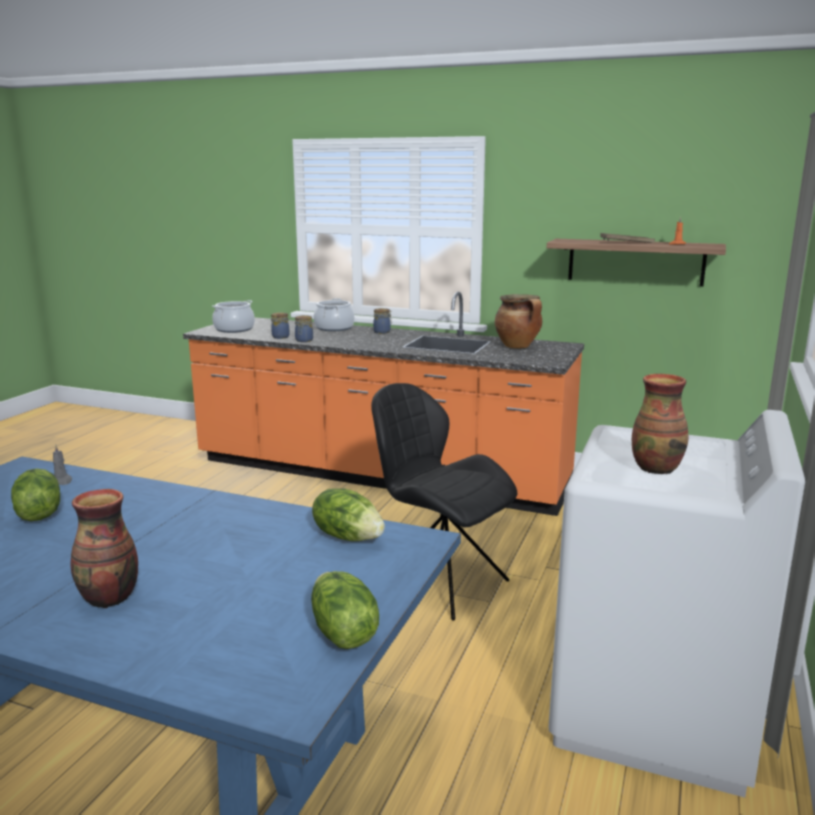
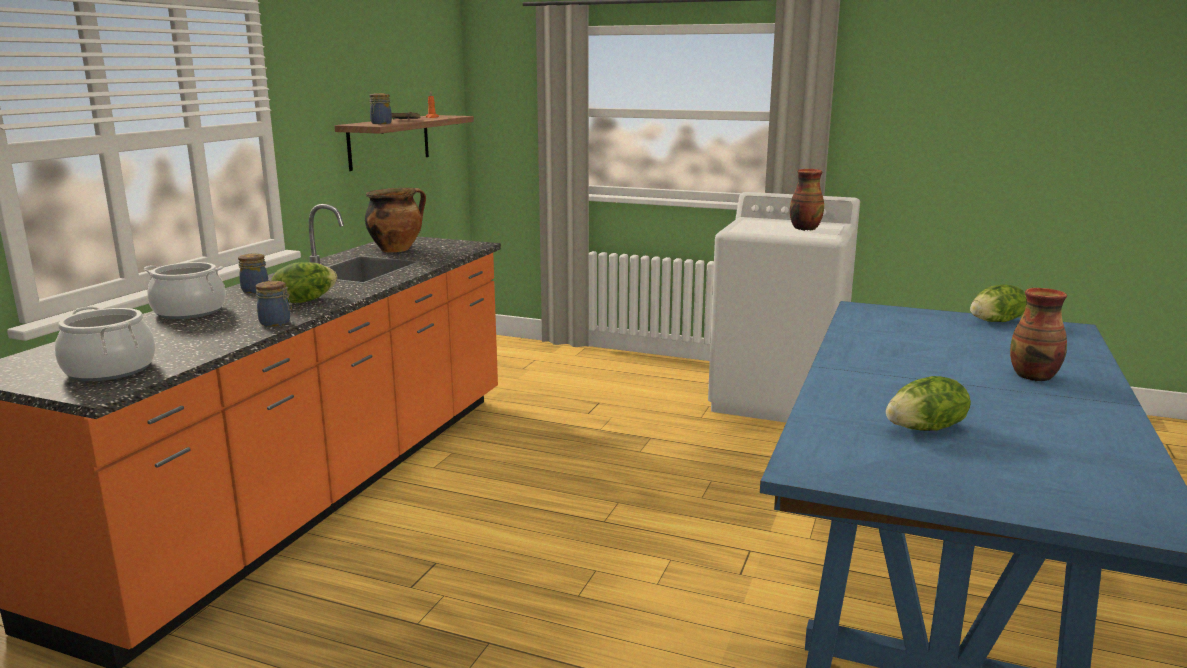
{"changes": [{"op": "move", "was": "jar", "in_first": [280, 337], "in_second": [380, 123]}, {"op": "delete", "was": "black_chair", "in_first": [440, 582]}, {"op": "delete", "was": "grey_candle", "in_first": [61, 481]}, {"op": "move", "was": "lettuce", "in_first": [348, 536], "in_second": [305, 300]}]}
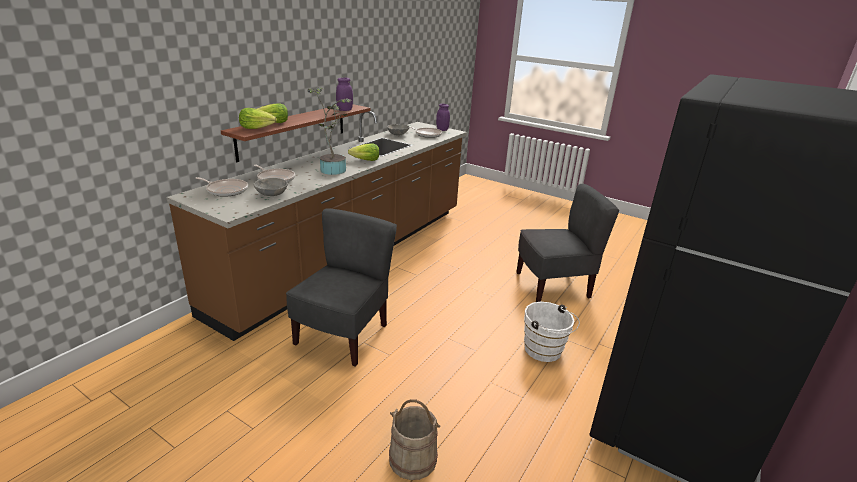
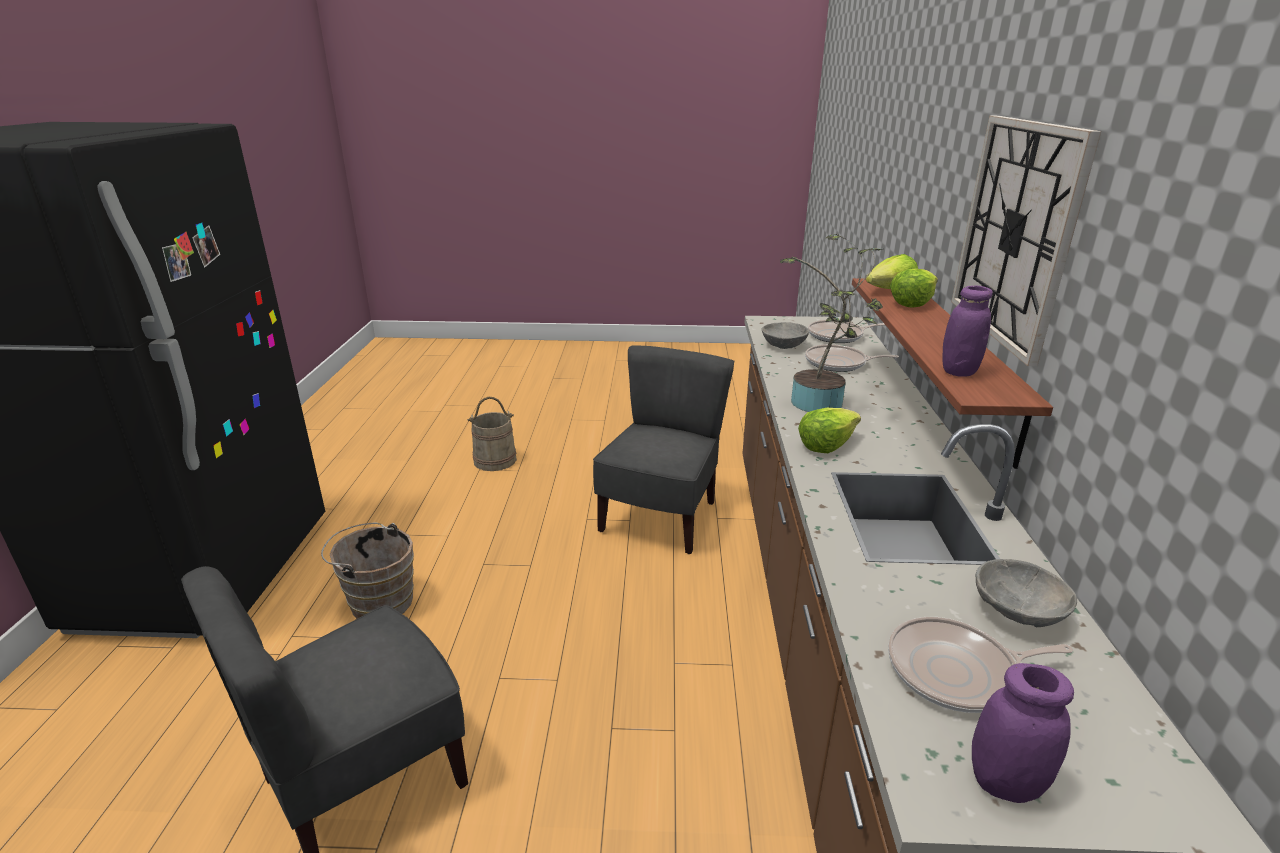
{"changes": [{"op": "rotate", "was": "grey_chair", "in_first": [343, 335], "in_second": [660, 517], "clockwise": -150}, {"op": "recolor", "was": "white_bucket", "now": "brown_bucket", "in_first": [545, 351], "in_second": [378, 601]}, {"op": "insert", "now": "wall_clock", "in_second": [1016, 233]}]}
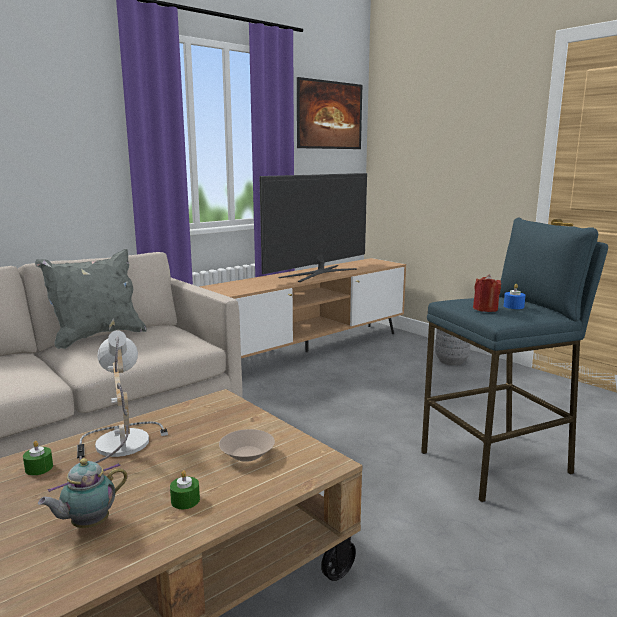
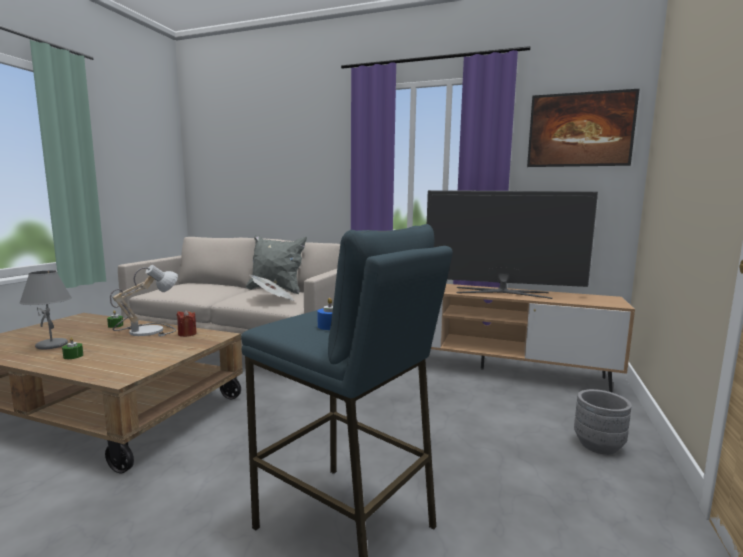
{"changes": [{"op": "move", "was": "red_candle", "in_first": [485, 309], "in_second": [187, 334]}, {"op": "delete", "was": "beige_bowl", "in_first": [247, 455]}, {"op": "replace", "was": "teapot", "now": "grey_table_lamp", "in_first": [88, 525], "in_second": [52, 345]}, {"op": "insert", "now": "newspaper", "in_second": [273, 299]}]}
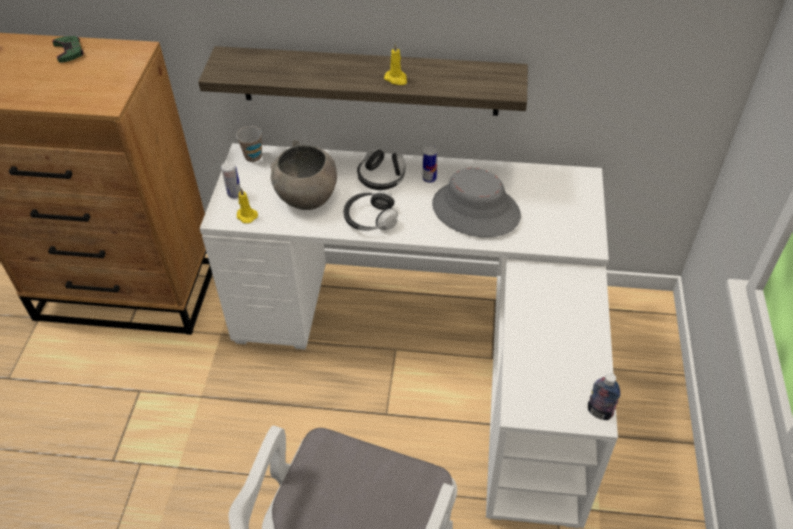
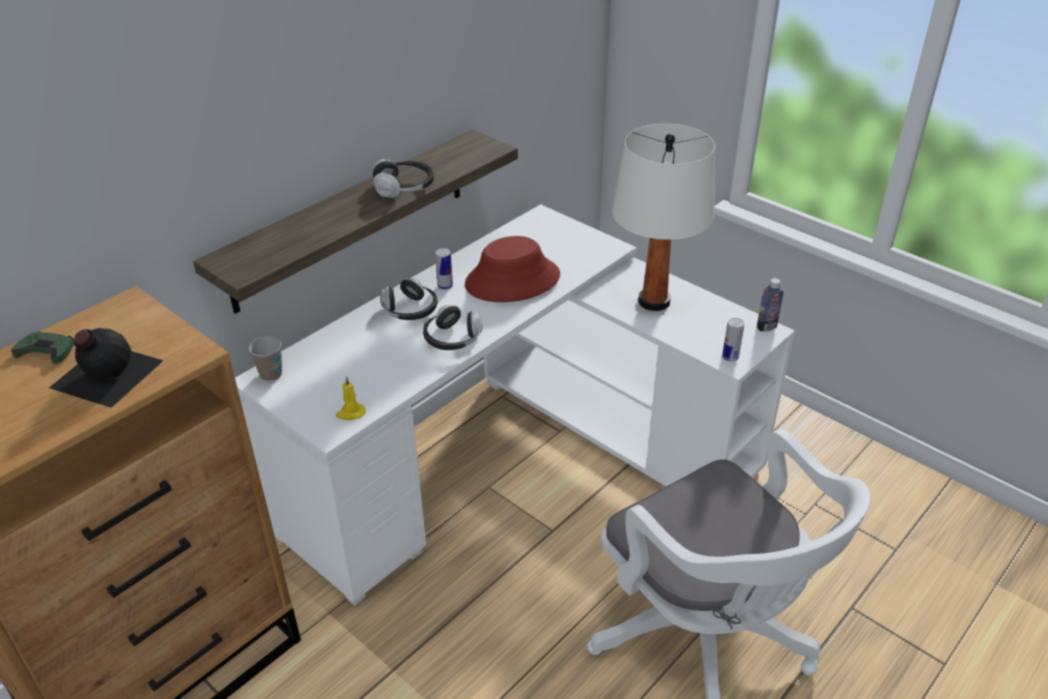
{"changes": [{"op": "replace", "was": "yellow_candle", "now": "headphones", "in_first": [396, 79], "in_second": [404, 188]}, {"op": "delete", "was": "grey_bowl", "in_first": [306, 198]}, {"op": "move", "was": "can", "in_first": [234, 194], "in_second": [730, 357]}, {"op": "recolor", "was": "grey_hat", "now": "red_hat", "in_first": [475, 210], "in_second": [512, 280]}, {"op": "insert", "now": "white_table_lamp", "in_second": [654, 301]}, {"op": "insert", "now": "black_bottle", "in_second": [105, 374]}]}
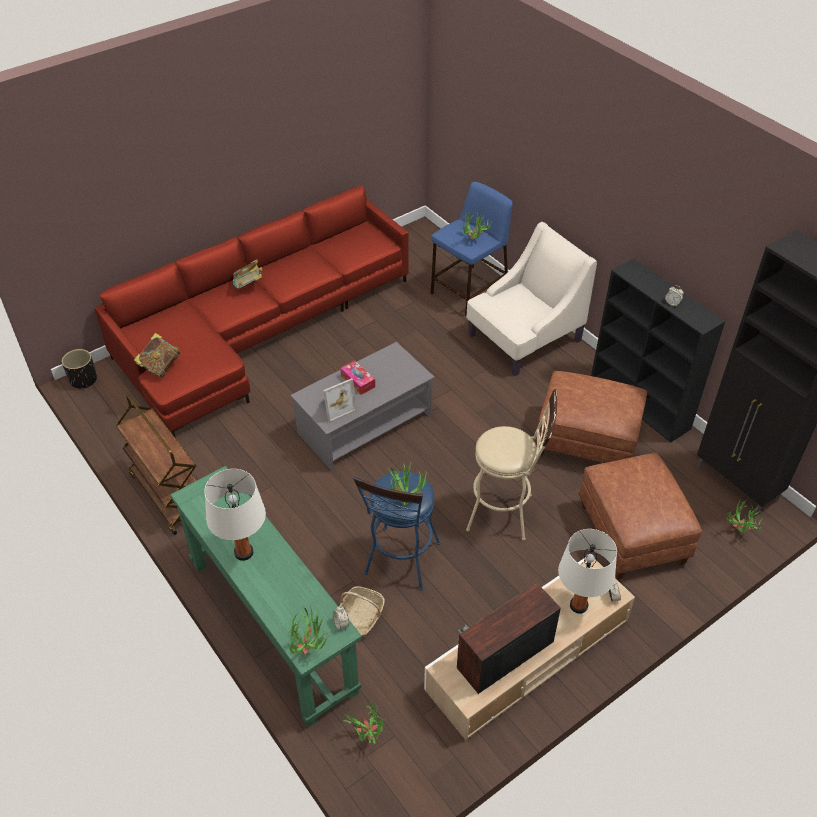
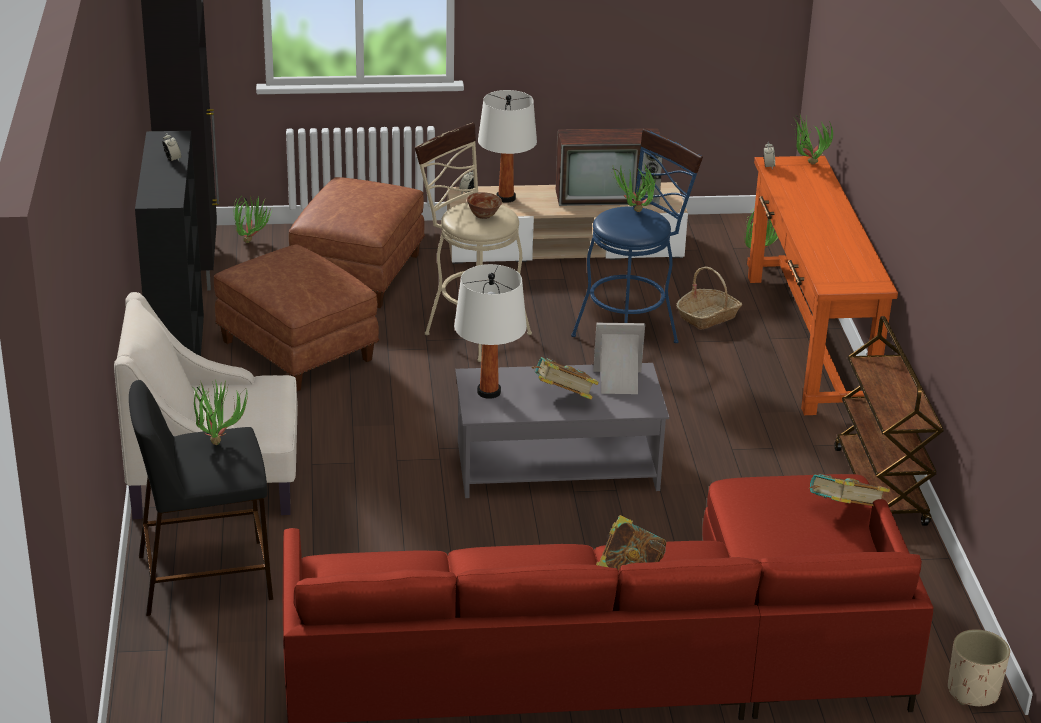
{"changes": [{"op": "recolor", "was": "blue_stool", "now": "black_stool", "in_first": [469, 291], "in_second": [207, 576]}, {"op": "recolor", "was": "black_planter", "now": "beige_planter", "in_first": [83, 380], "in_second": [973, 691]}, {"op": "replace", "was": "tissue_box", "now": "book", "in_first": [358, 381], "in_second": [563, 398]}, {"op": "recolor", "was": "green_console_table", "now": "orange_console_table", "in_first": [272, 625], "in_second": [807, 341]}, {"op": "move", "was": "white_table_lamp", "in_first": [243, 552], "in_second": [489, 392]}, {"op": "insert", "now": "bowl", "in_second": [483, 215]}]}
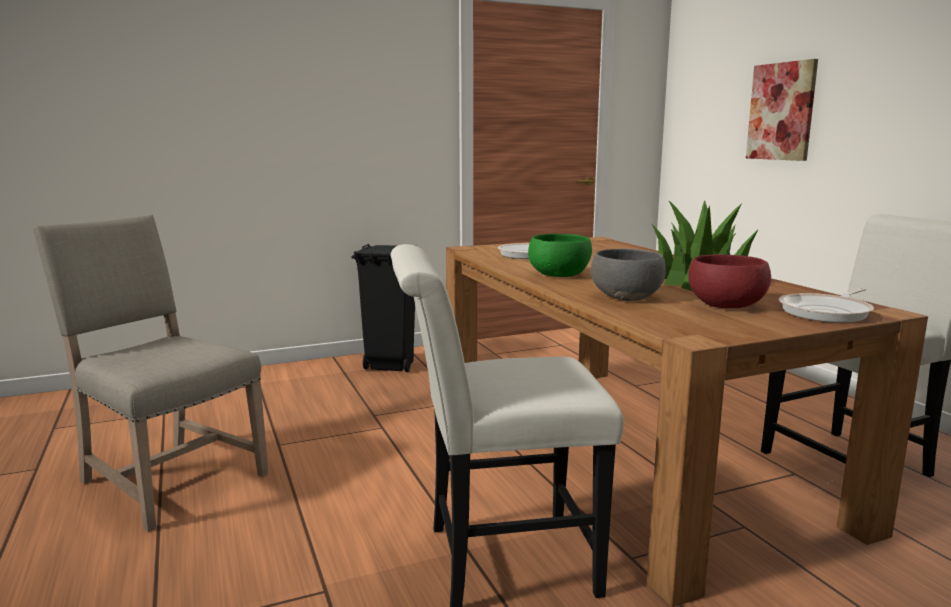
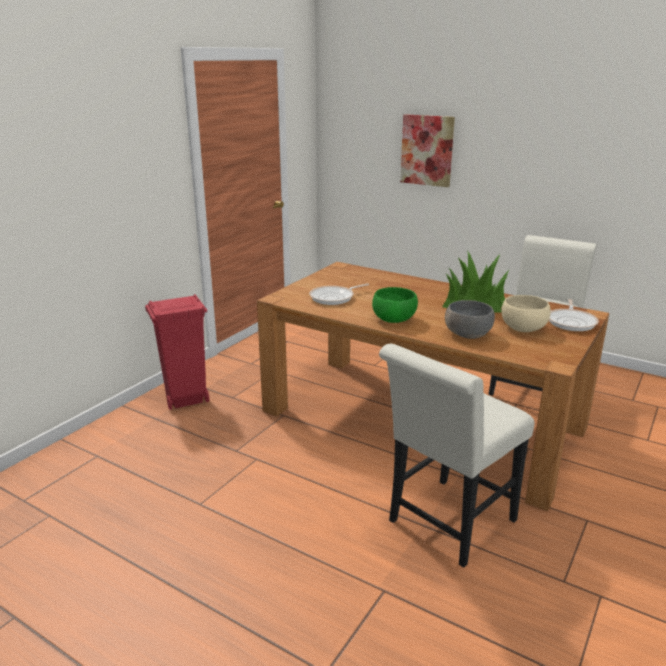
{"changes": [{"op": "delete", "was": "beige_chair", "in_first": [167, 478]}, {"op": "recolor", "was": "black_trash_can", "now": "red_trash_can", "in_first": [389, 366], "in_second": [185, 400]}, {"op": "recolor", "was": "red_bowl", "now": "beige_bowl", "in_first": [726, 305], "in_second": [523, 328]}]}
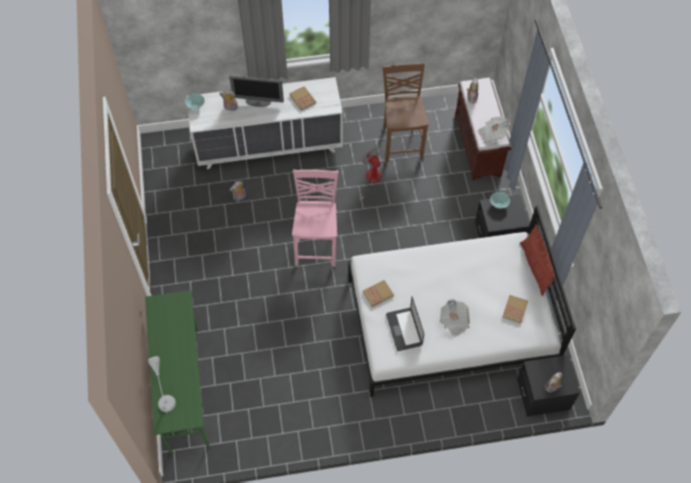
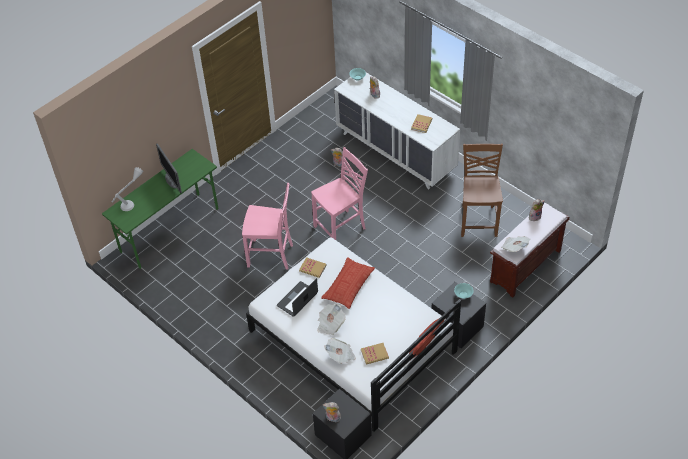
{"changes": [{"op": "rotate", "was": "brown_chair", "in_first": [402, 142], "in_second": [478, 220], "clockwise": -45}, {"op": "move", "was": "monitor", "in_first": [258, 102], "in_second": [172, 181]}, {"op": "delete", "was": "fan", "in_first": [371, 180]}, {"op": "insert", "now": "pink_chair", "in_second": [271, 255]}, {"op": "insert", "now": "pillow", "in_second": [348, 285]}, {"op": "insert", "now": "newspaper", "in_second": [340, 356]}]}
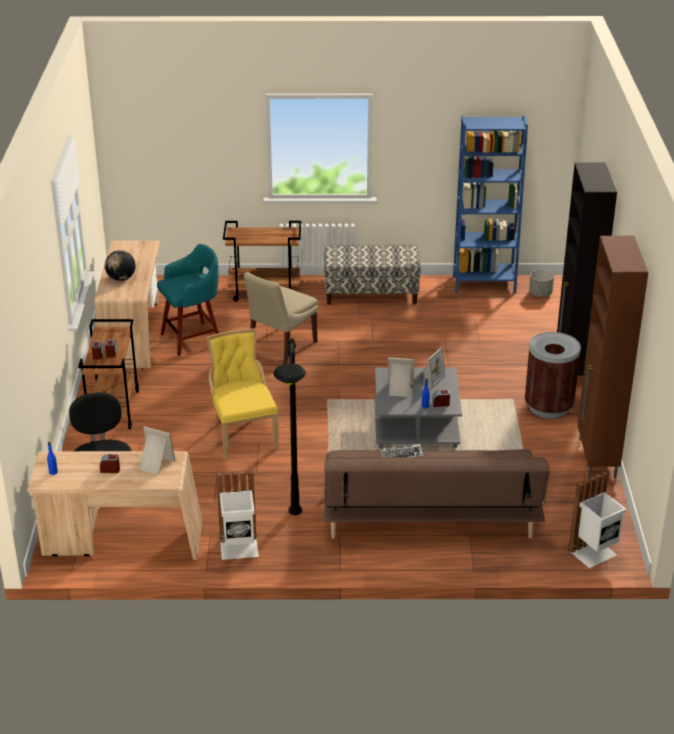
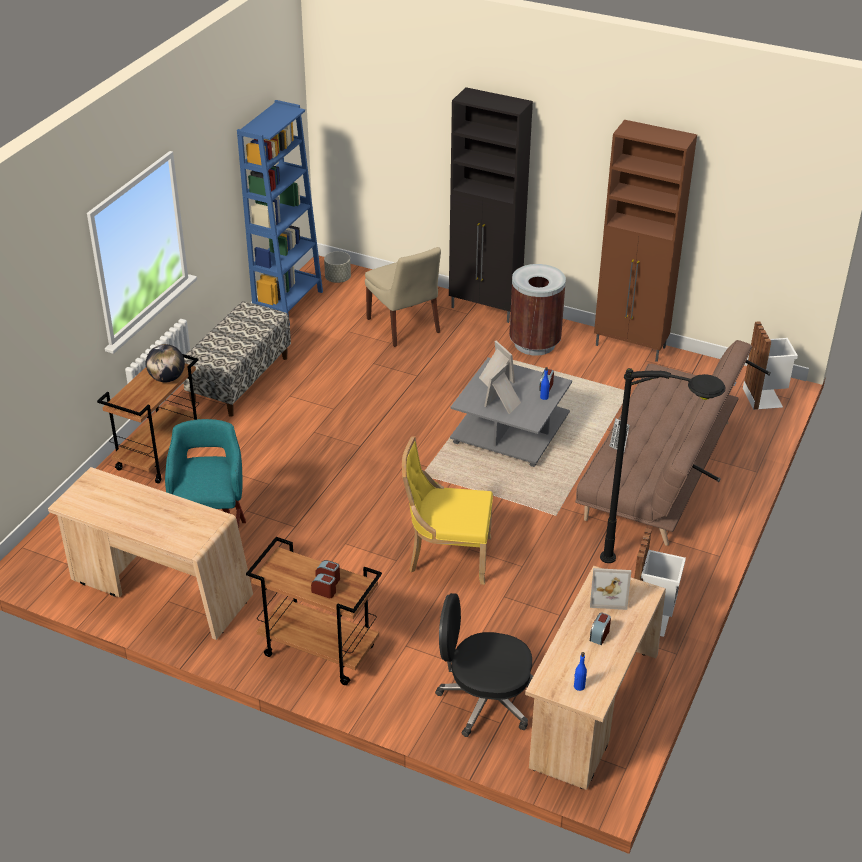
{"changes": [{"op": "move", "was": "globe", "in_first": [121, 278], "in_second": [167, 378]}, {"op": "move", "was": "beige_chair", "in_first": [280, 347], "in_second": [404, 327]}, {"op": "rotate", "was": "picture_frame", "in_first": [155, 464], "in_second": [608, 596], "clockwise": -135}]}
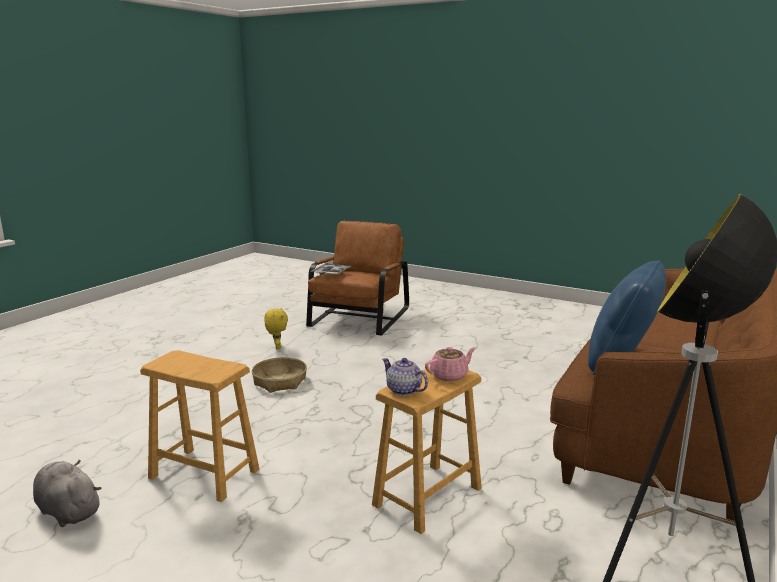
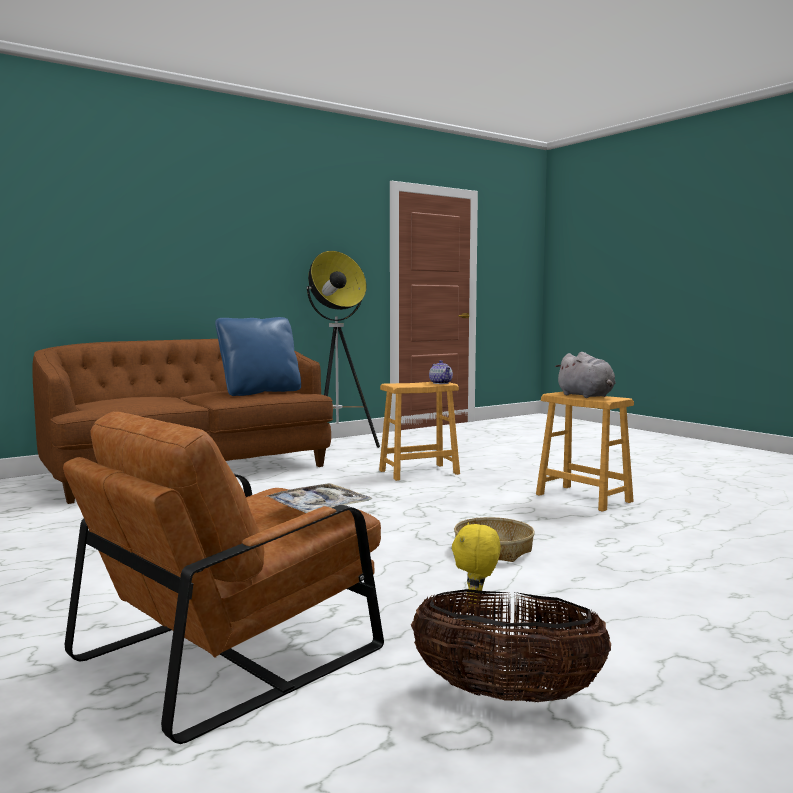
{"changes": [{"op": "delete", "was": "pink_teapot", "in_first": [449, 375]}, {"op": "move", "was": "grey_plush_toy", "in_first": [67, 511], "in_second": [587, 396]}, {"op": "insert", "now": "basket", "in_second": [507, 695]}]}
